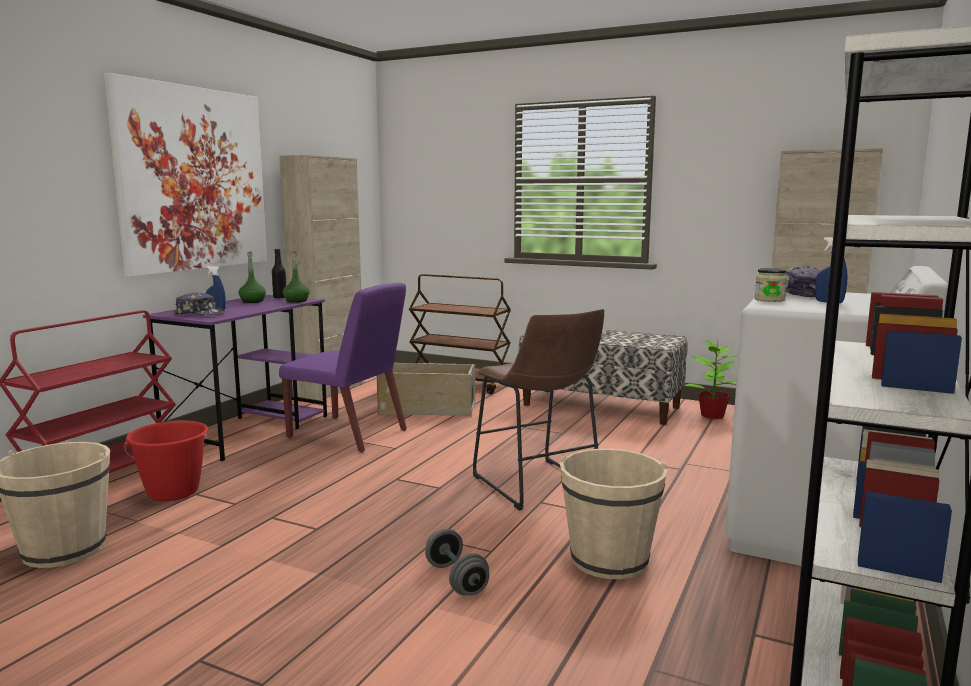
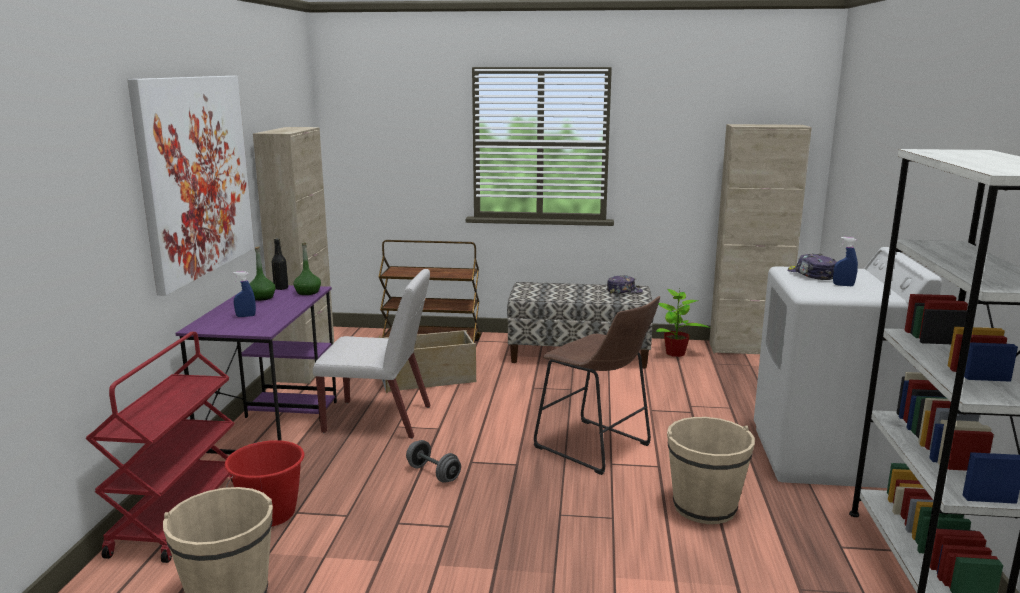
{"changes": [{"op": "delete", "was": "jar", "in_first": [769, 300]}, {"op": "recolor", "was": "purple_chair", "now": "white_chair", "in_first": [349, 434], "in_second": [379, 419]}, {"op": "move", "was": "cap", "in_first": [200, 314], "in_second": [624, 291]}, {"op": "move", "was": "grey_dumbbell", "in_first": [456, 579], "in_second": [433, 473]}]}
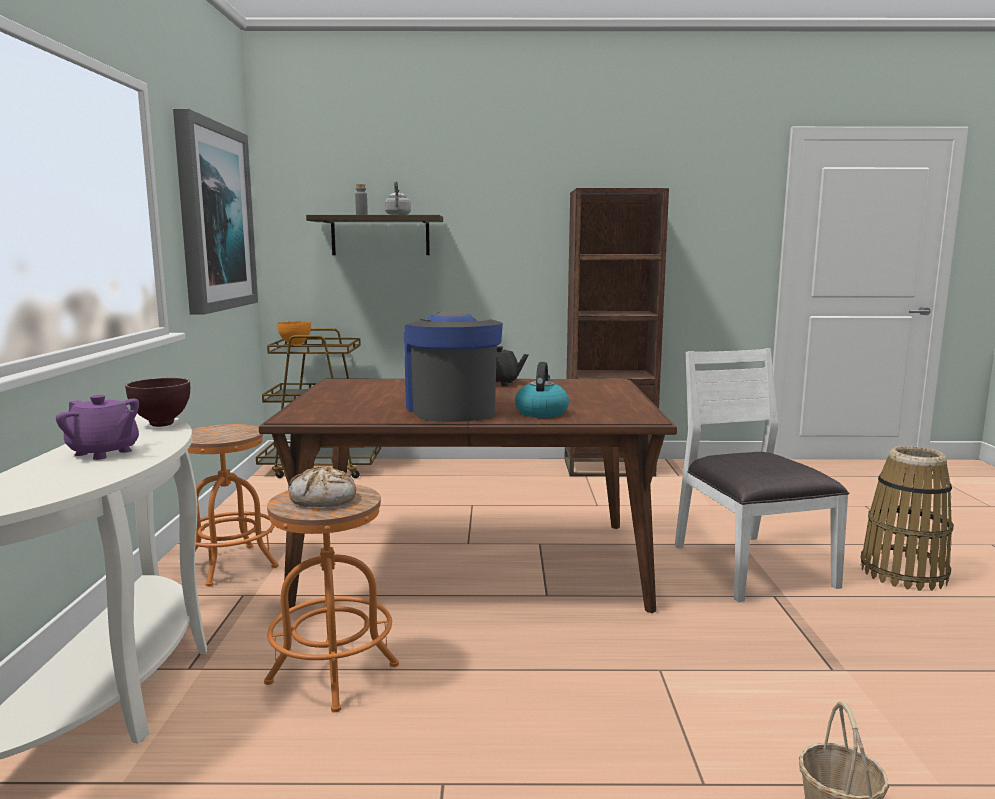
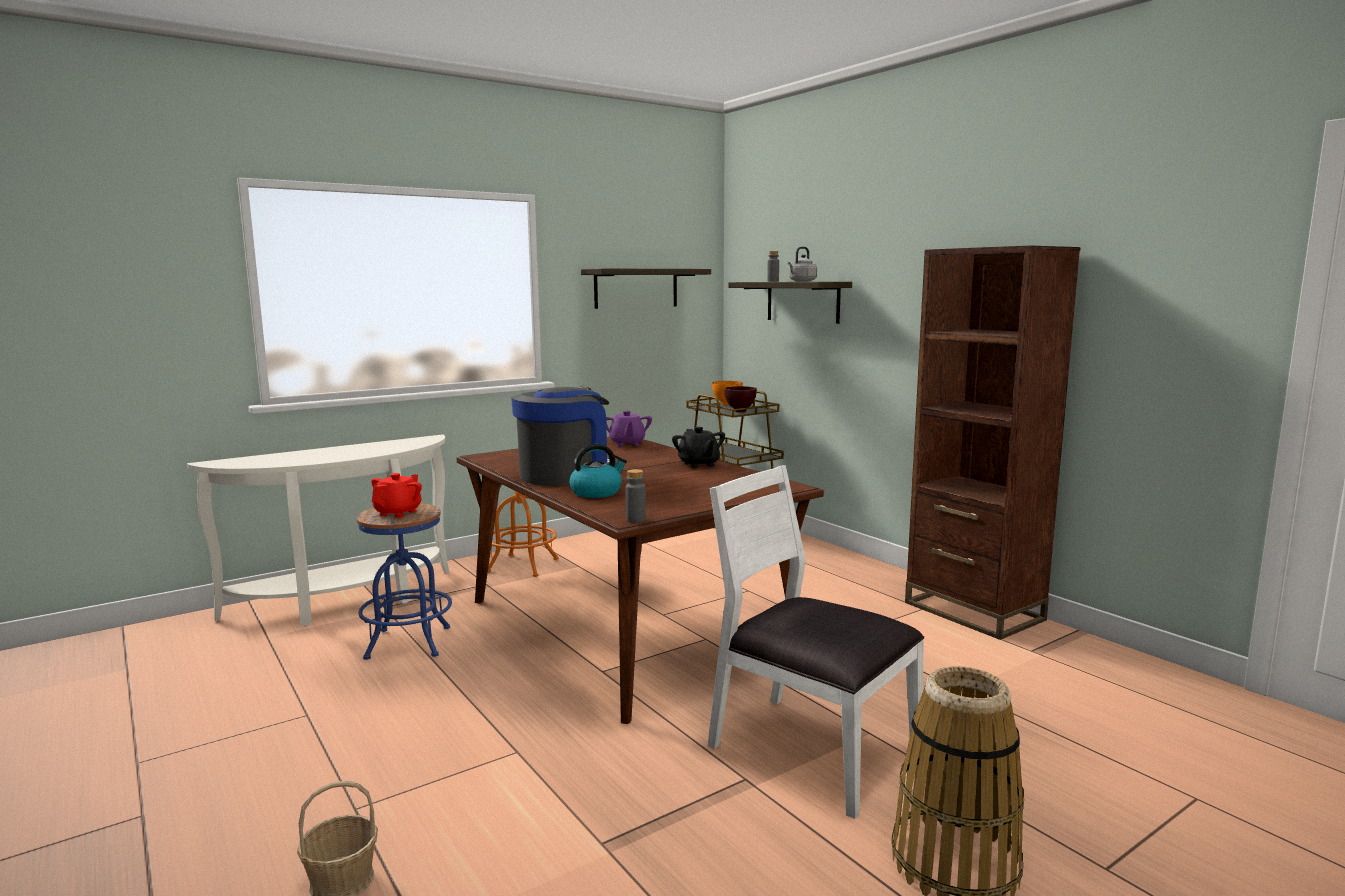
{"changes": [{"op": "replace", "was": "picture", "now": "shelf", "in_first": [214, 217], "in_second": [636, 288]}, {"op": "rotate", "was": "white_chair", "in_first": [748, 565], "in_second": [810, 749], "clockwise": -90}, {"op": "move", "was": "brown_bowl", "in_first": [160, 425], "in_second": [739, 411]}, {"op": "move", "was": "purple_teapot", "in_first": [104, 452], "in_second": [627, 444]}, {"op": "replace", "was": "bread", "now": "red_teapot", "in_first": [323, 499], "in_second": [398, 512]}, {"op": "recolor", "was": "orange_stool", "now": "blue_stool", "in_first": [333, 674], "in_second": [408, 643]}, {"op": "insert", "now": "grey_bottle", "in_second": [635, 520]}]}
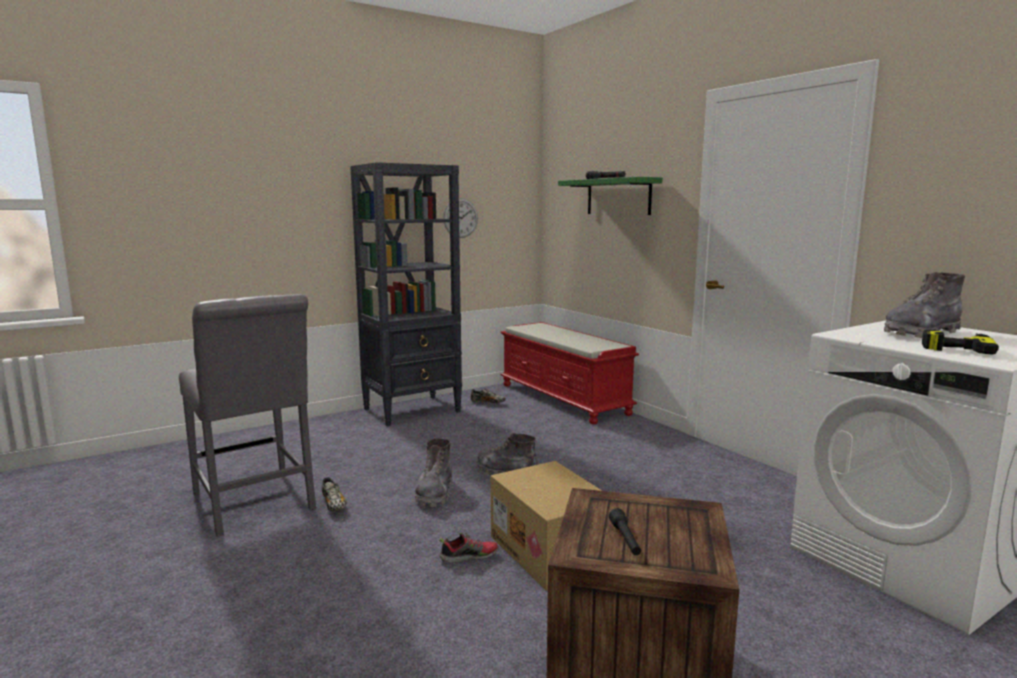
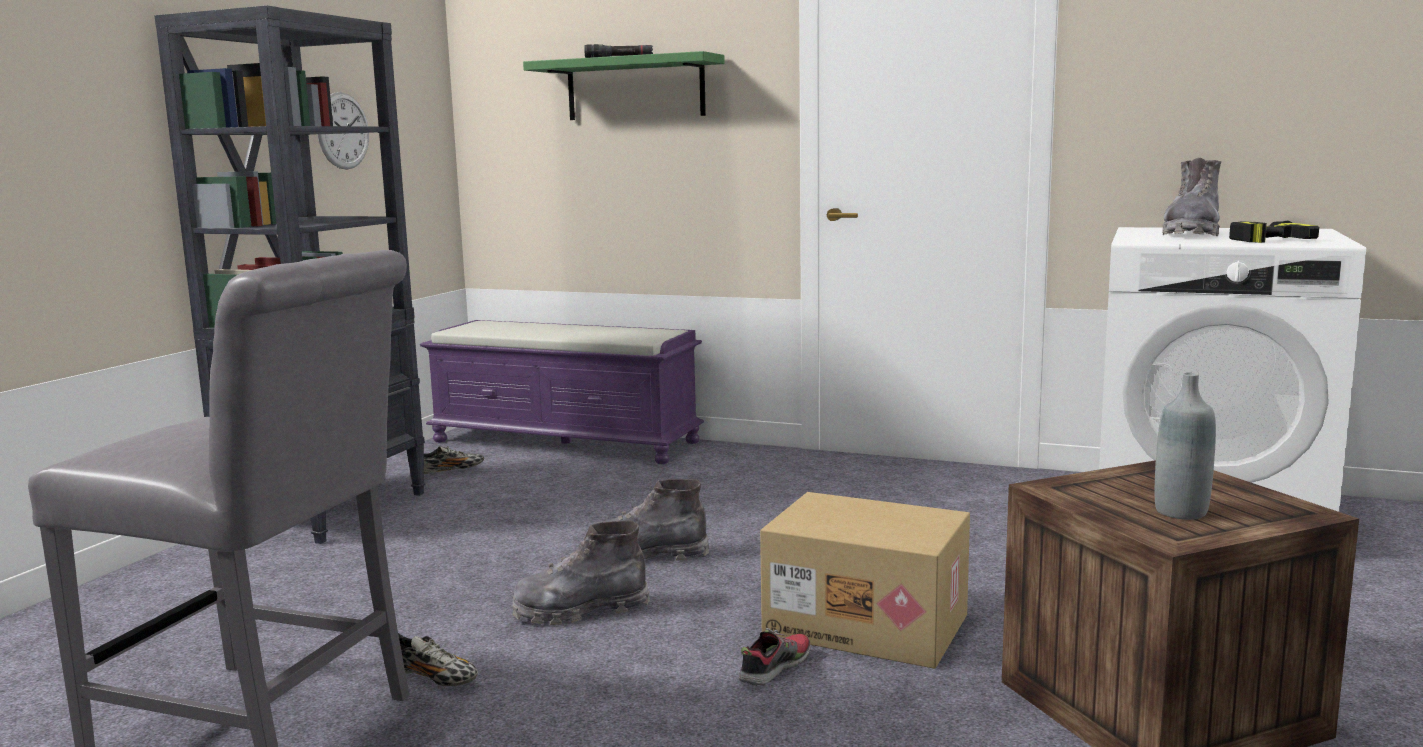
{"changes": [{"op": "recolor", "was": "red_bench", "now": "purple_bench", "in_first": [564, 399], "in_second": [567, 441]}, {"op": "rotate", "was": "grey_boot", "in_first": [434, 493], "in_second": [581, 610], "clockwise": 105}, {"op": "replace", "was": "black_flashlight", "now": "grey_bottle", "in_first": [625, 539], "in_second": [1181, 512]}]}
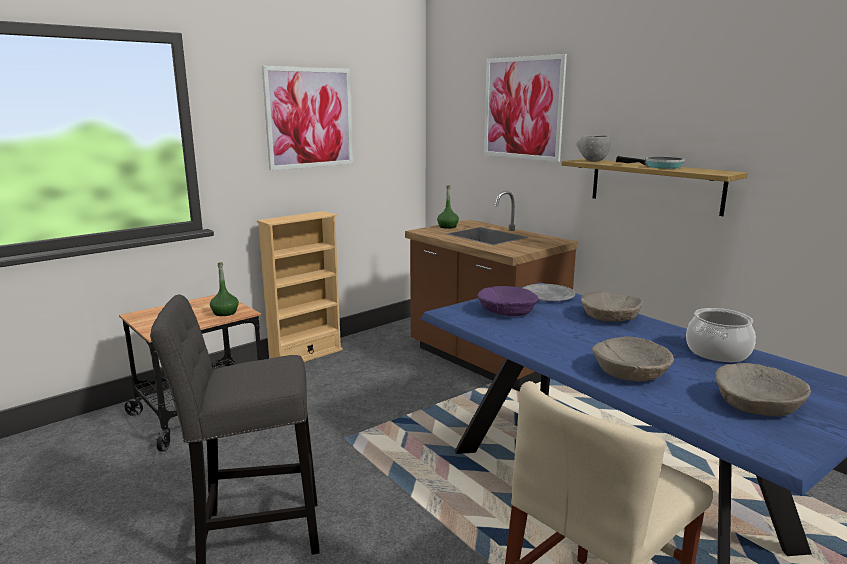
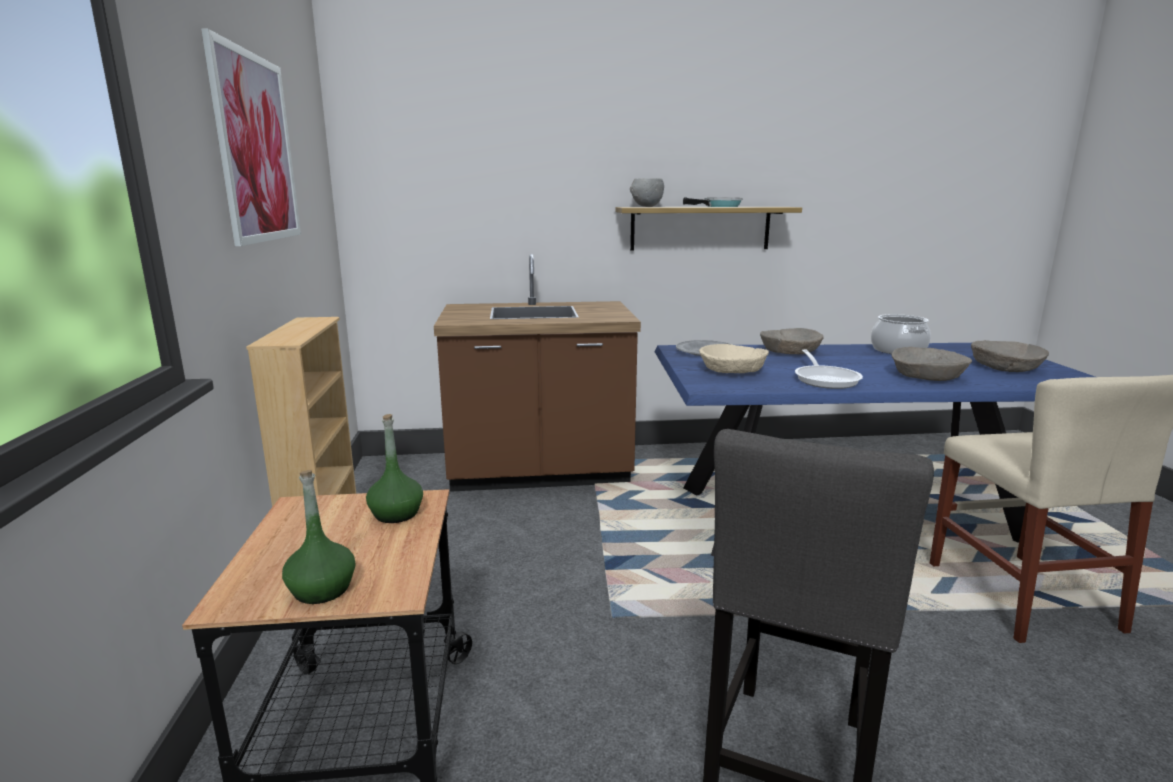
{"changes": [{"op": "delete", "was": "picture", "in_first": [523, 108]}, {"op": "move", "was": "green_bottle", "in_first": [447, 227], "in_second": [321, 589]}, {"op": "recolor", "was": "purple_bowl", "now": "beige_bowl", "in_first": [506, 311], "in_second": [732, 371]}, {"op": "insert", "now": "frying_pan", "in_second": [825, 379]}]}
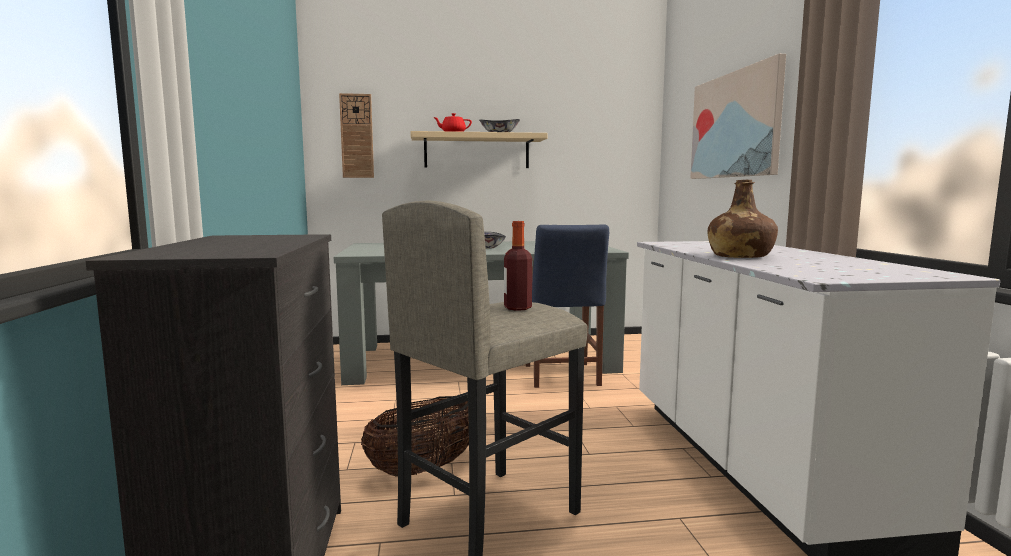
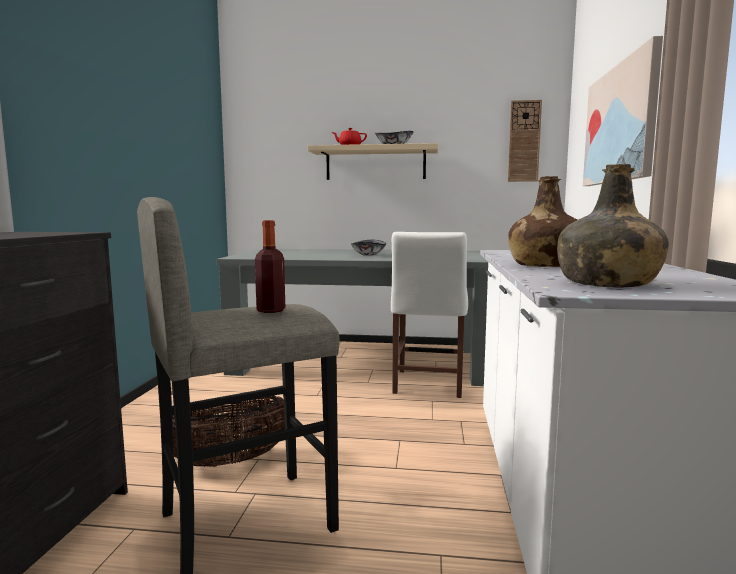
{"changes": [{"op": "move", "was": "wall_clock", "in_first": [357, 136], "in_second": [524, 141]}, {"op": "recolor", "was": "blue_chair", "now": "white_chair", "in_first": [562, 376], "in_second": [427, 385]}, {"op": "insert", "now": "green_bottle", "in_second": [607, 283]}]}
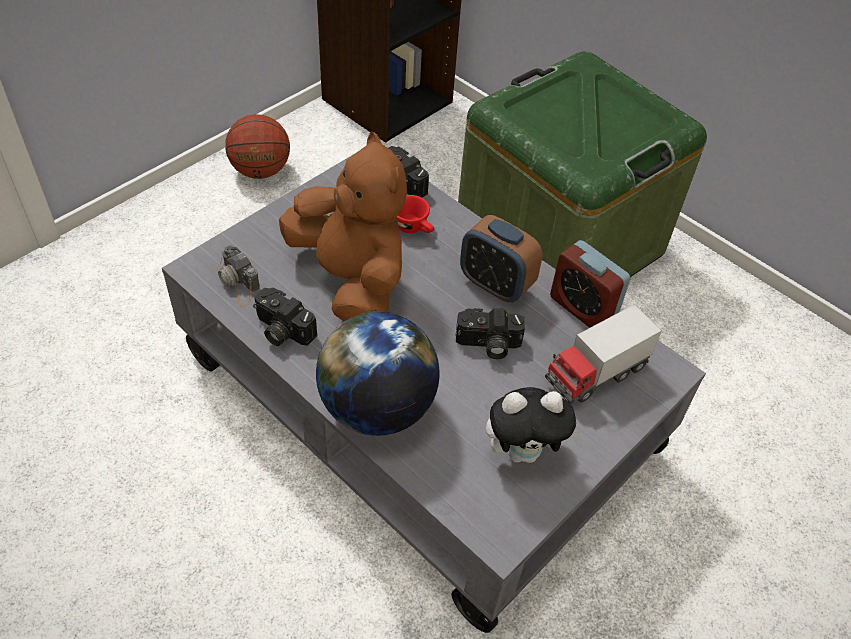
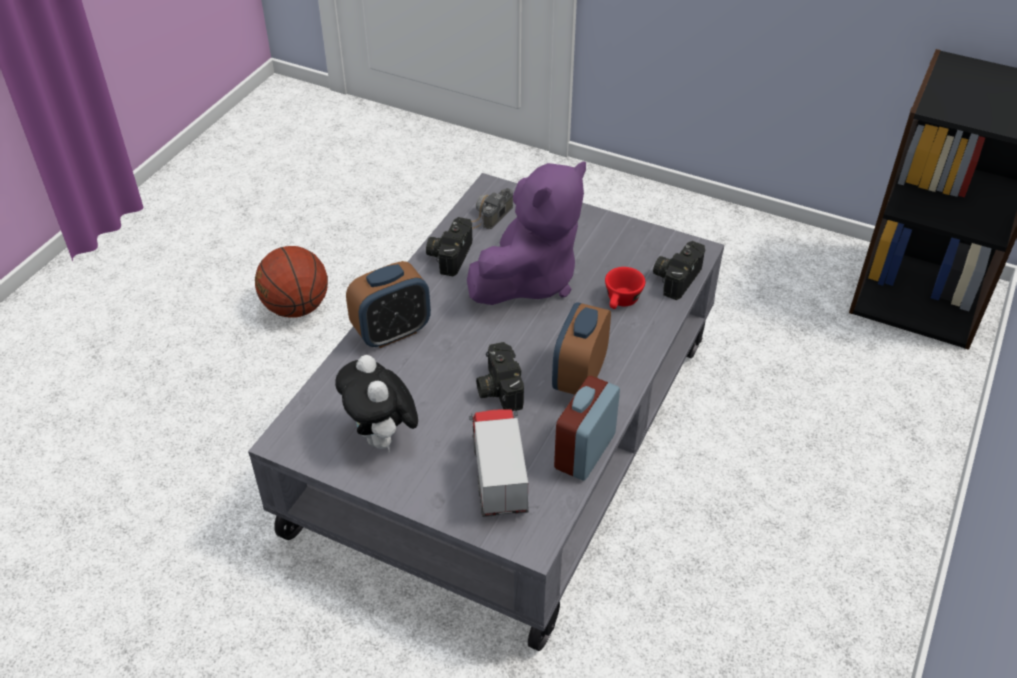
{"changes": [{"op": "delete", "was": "green_storage_box", "in_first": [559, 242]}, {"op": "move", "was": "basketball", "in_first": [260, 171], "in_second": [296, 307]}, {"op": "recolor", "was": "brown_plush_toy", "now": "purple_plush_toy", "in_first": [351, 279], "in_second": [529, 279]}, {"op": "rotate", "was": "toy_truck", "in_first": [595, 374], "in_second": [499, 477], "clockwise": 45}, {"op": "replace", "was": "globe", "now": "alarm_clock", "in_first": [377, 408], "in_second": [392, 332]}]}
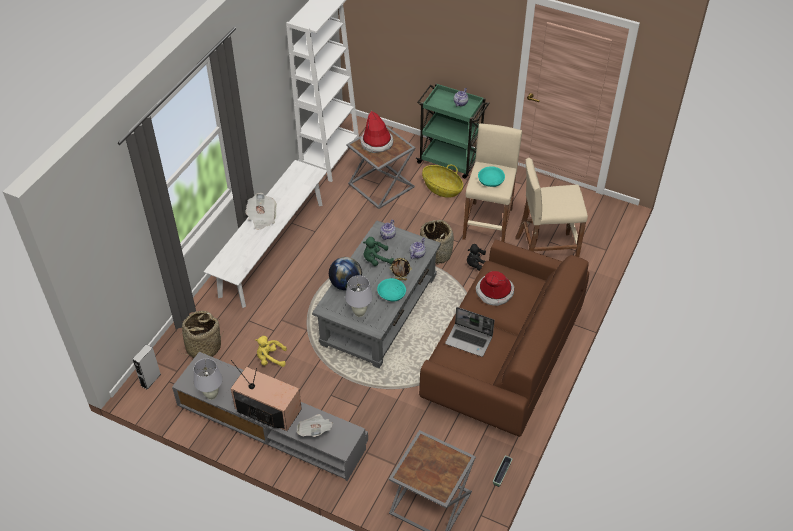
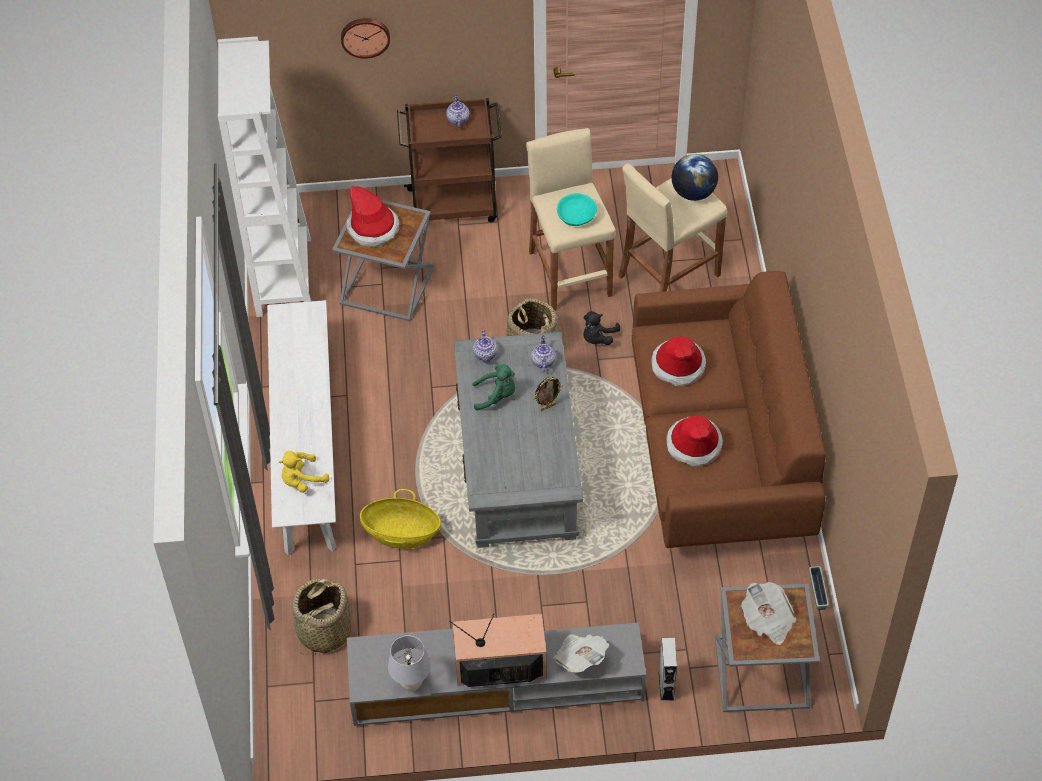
{"changes": [{"op": "recolor", "was": "green_cart", "now": "brown_cart", "in_first": [450, 161], "in_second": [454, 205]}, {"op": "move", "was": "basket", "in_first": [442, 188], "in_second": [401, 533]}, {"op": "move", "was": "newspaper", "in_first": [262, 218], "in_second": [767, 621]}, {"op": "rotate", "was": "green_plush_toy", "in_first": [376, 260], "in_second": [496, 396], "clockwise": -135}, {"op": "move", "was": "globe", "in_first": [345, 284], "in_second": [693, 193]}, {"op": "delete", "was": "white_table_lamp", "in_first": [359, 313]}, {"op": "delete", "was": "turquoise_bowl", "in_first": [391, 294]}, {"op": "replace", "was": "laptop", "now": "hat", "in_first": [469, 340], "in_second": [694, 444]}, {"op": "move", "was": "yellow_plush_toy", "in_first": [270, 358], "in_second": [302, 480]}, {"op": "move", "was": "grey_speaker", "in_first": [150, 380], "in_second": [666, 685]}, {"op": "insert", "now": "wall_clock", "in_second": [365, 36]}]}
